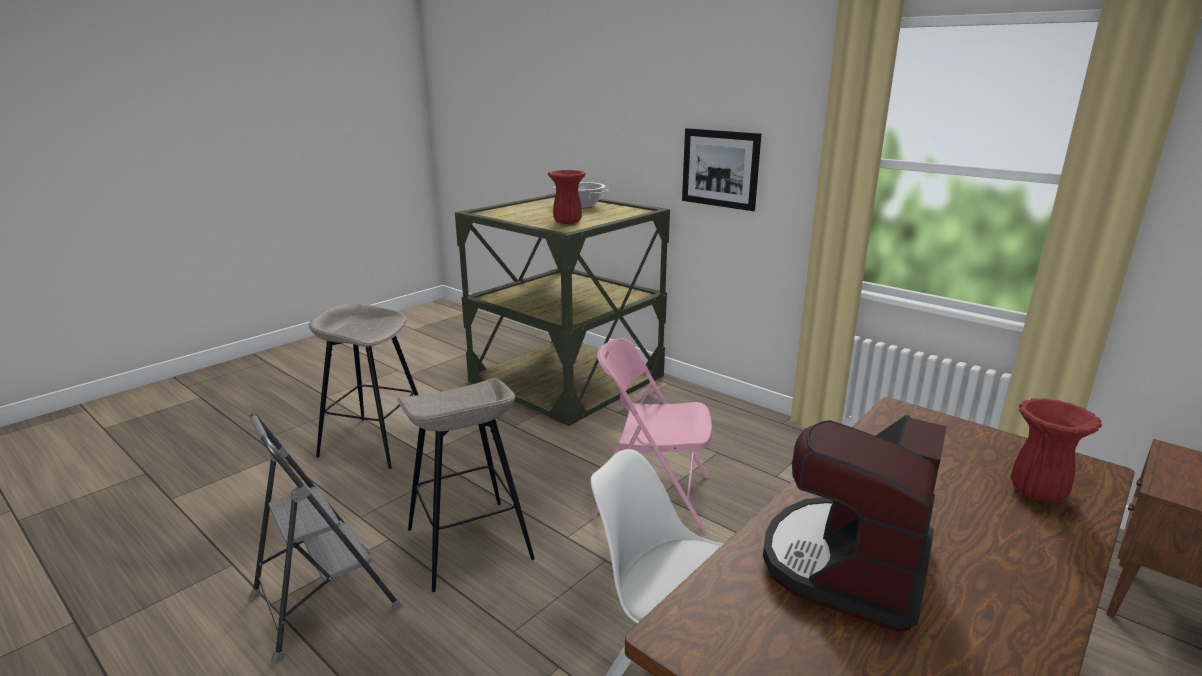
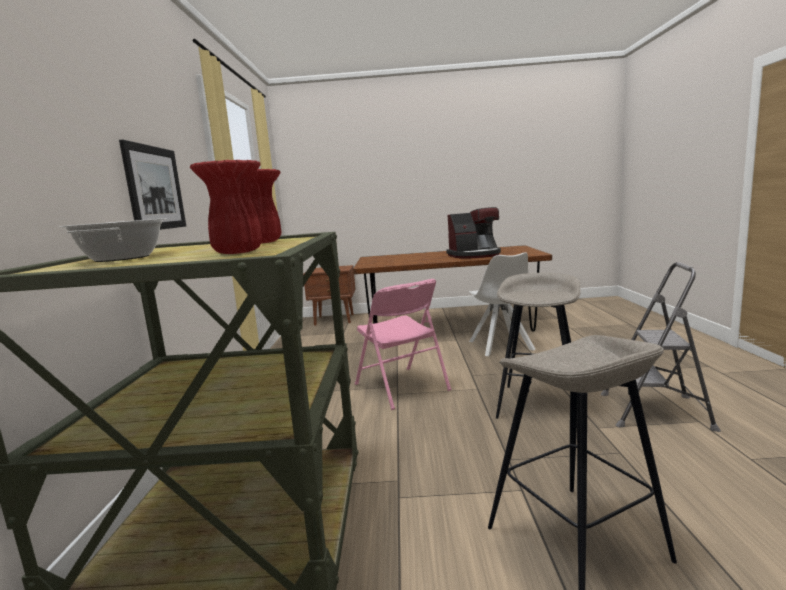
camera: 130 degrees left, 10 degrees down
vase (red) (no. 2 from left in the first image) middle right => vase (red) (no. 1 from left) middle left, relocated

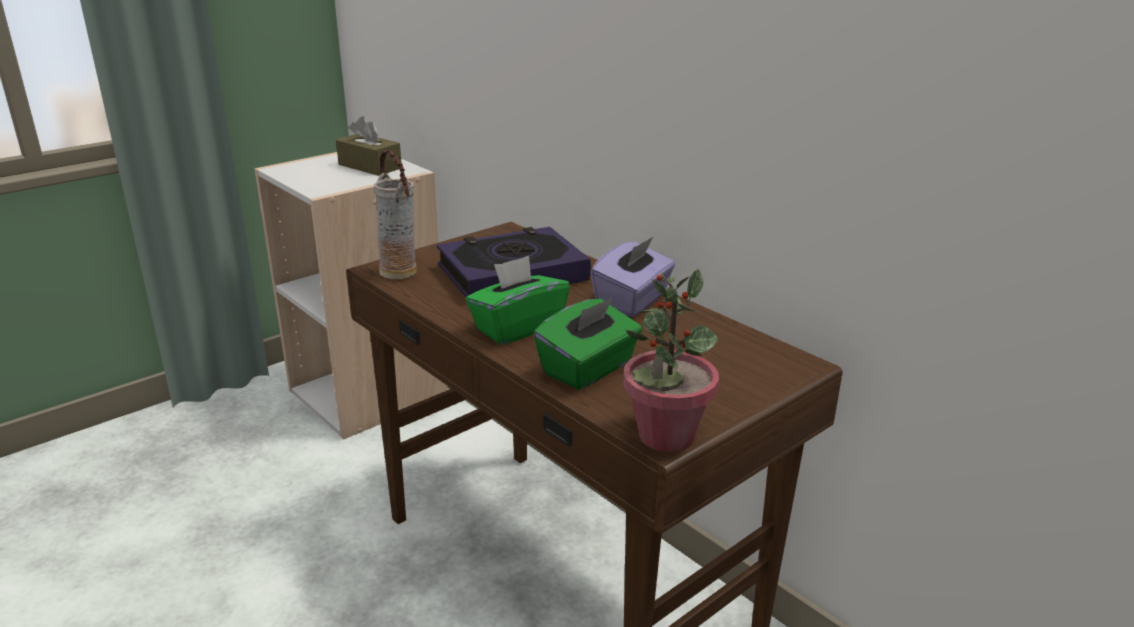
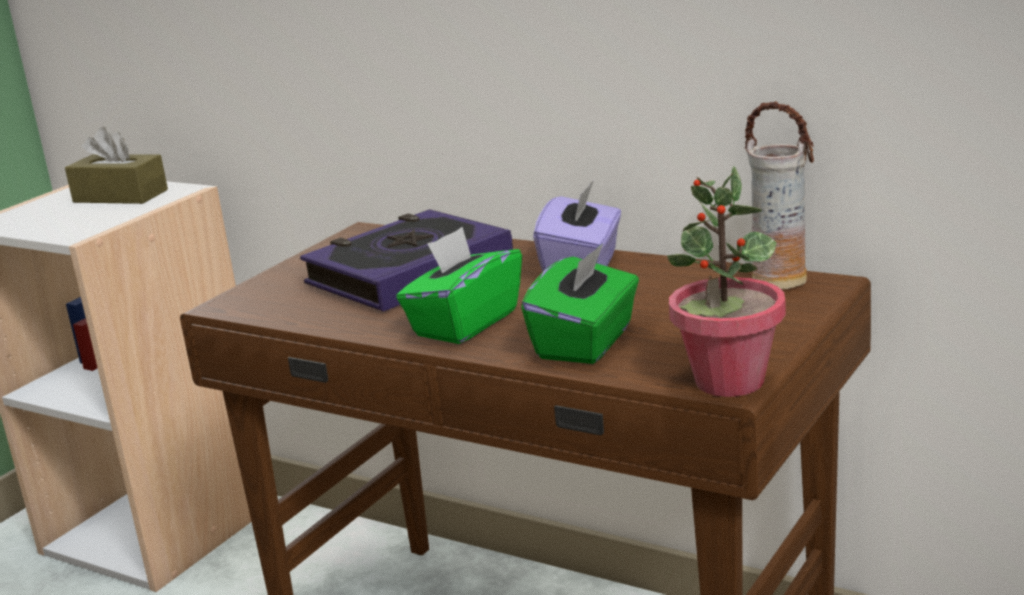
camera: 15 degrees left, 5 degrees down
vase centre => vase top right, relocated

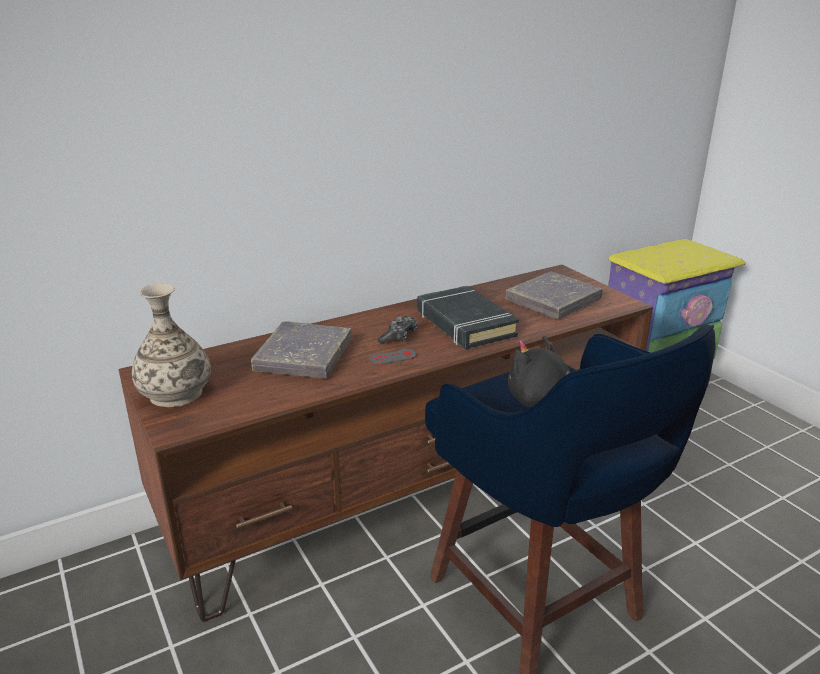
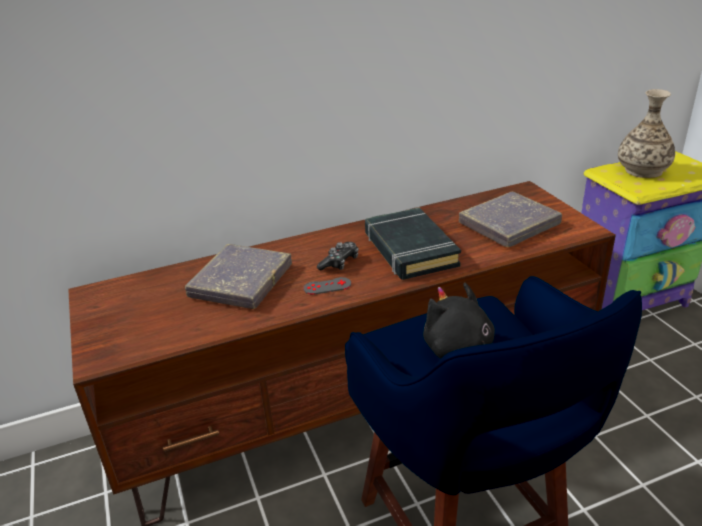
camera: 10 degrees right, 5 degrees up
vase middle left => vase top right, relocated

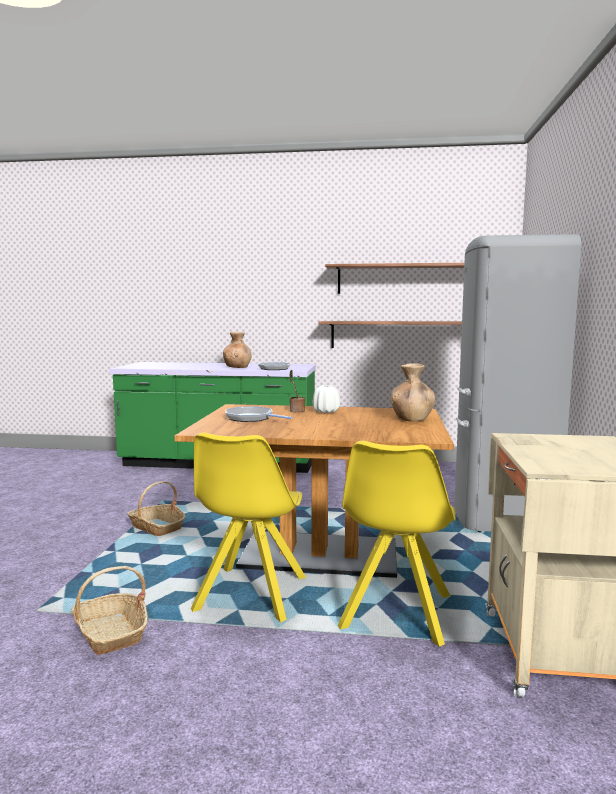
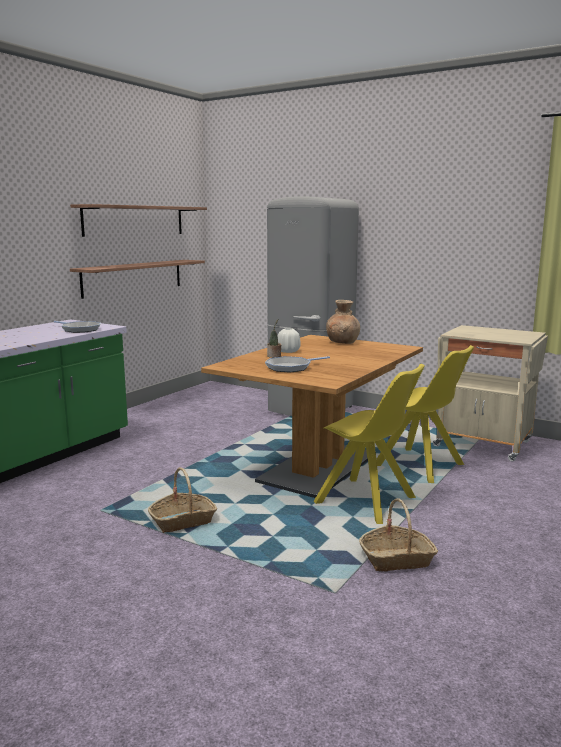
camera: 65 degrees left, 5 degrees up
vase (brown) (no. 1 from left) centre => nothing

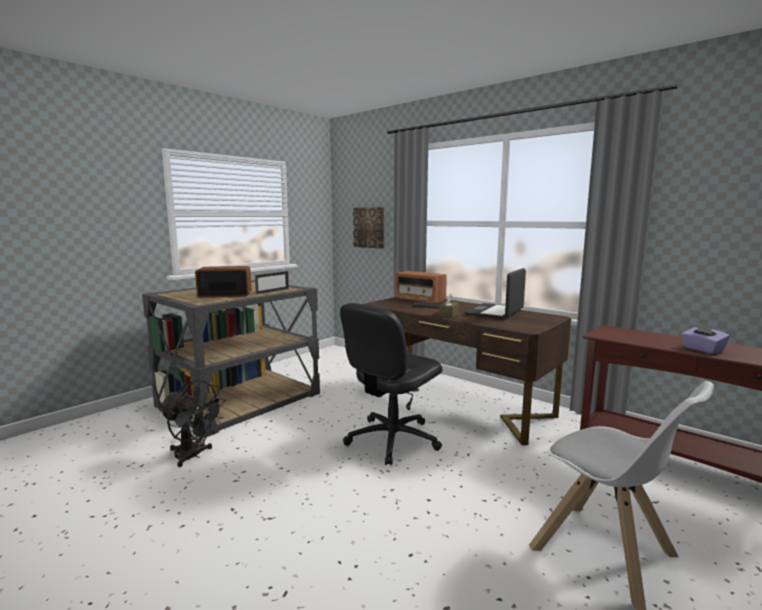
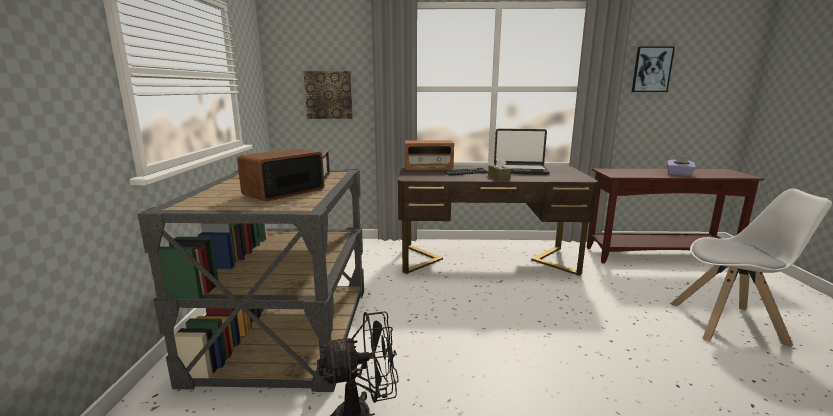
camera: 40 degrees left, 5 degrees up
laptop centre, 75 degrees counterclockwise
office chair (black) centre => nothing
nothing => picture (no. 2 from left) top right

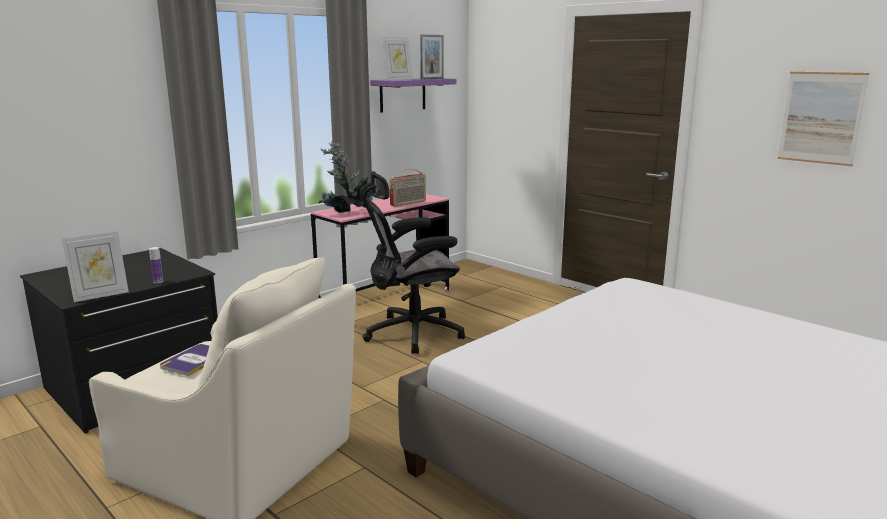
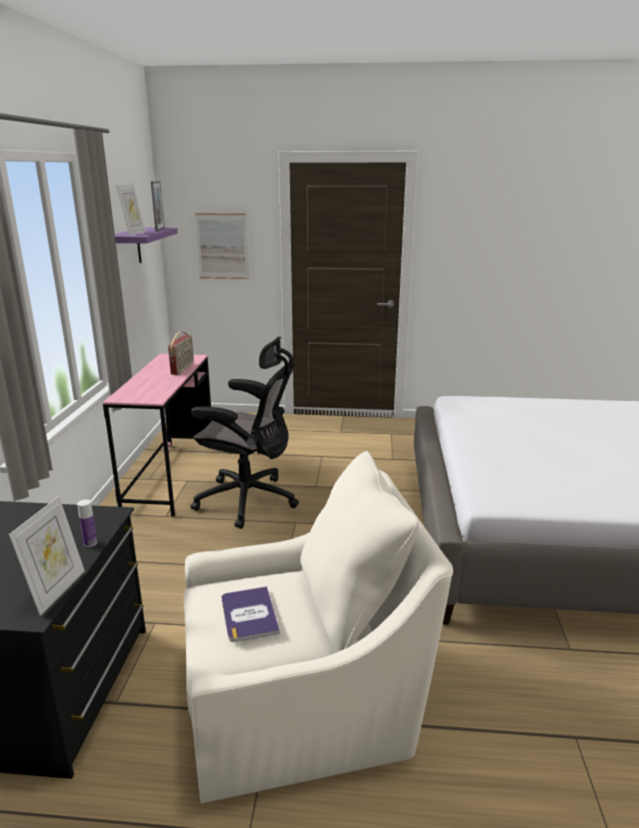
camera: 40 degrees left, 5 degrees up
picture top right => picture top centre, relocated
potted plant centre => nothing
office chair centre, 105 degrees counterclockwise

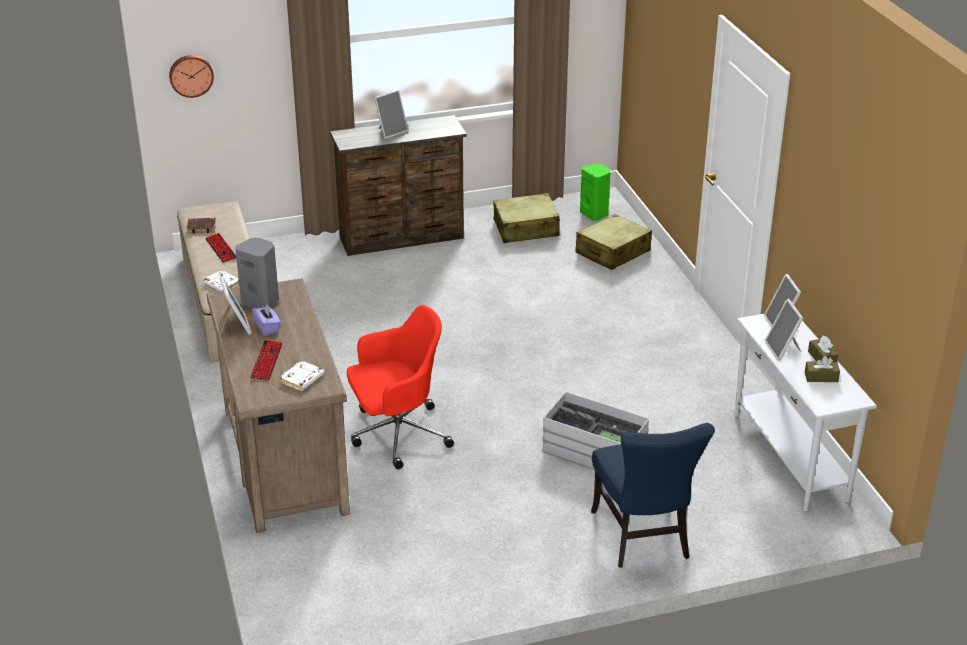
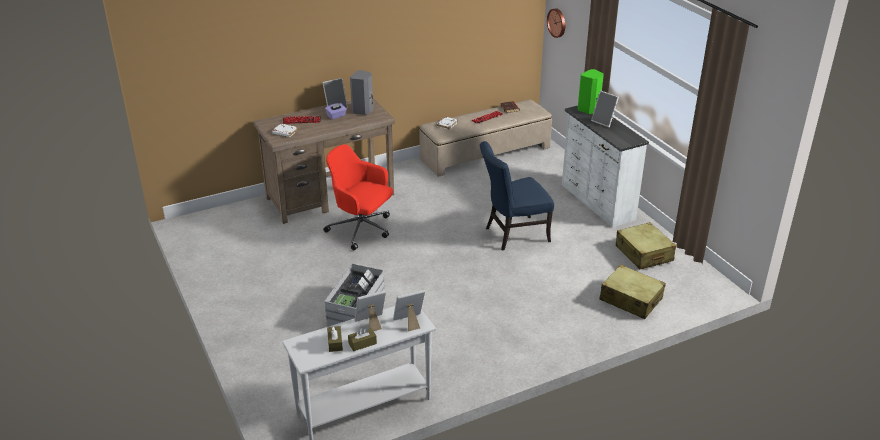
camera: 80 degrees right, 0 degrees up
dresser (brown) top centre => dresser (white) middle right
speaker (green) top centre => speaker (green) top right, relocated
office chair (red) centre, 150 degrees clockwise
chair (blue) bottom right => chair (blue) centre, relocated

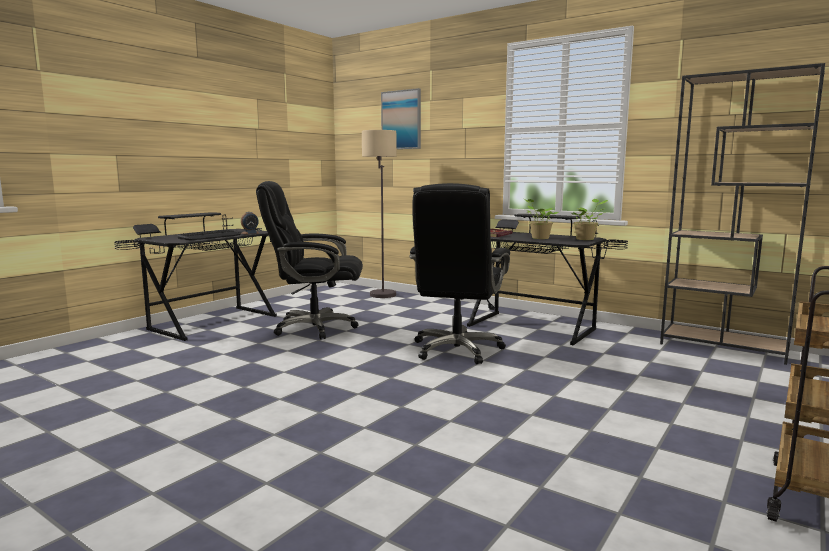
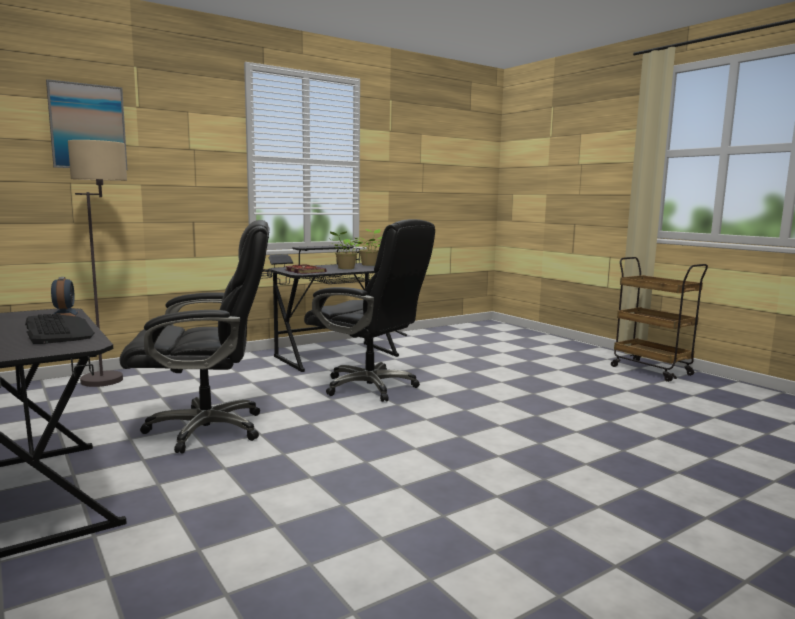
camera: 70 degrees left, 0 degrees up
bookcase middle right => nothing
office chair (black) (no. 1 from left) centre => office chair (black) (no. 1 from left) middle left, 120 degrees counterclockwise

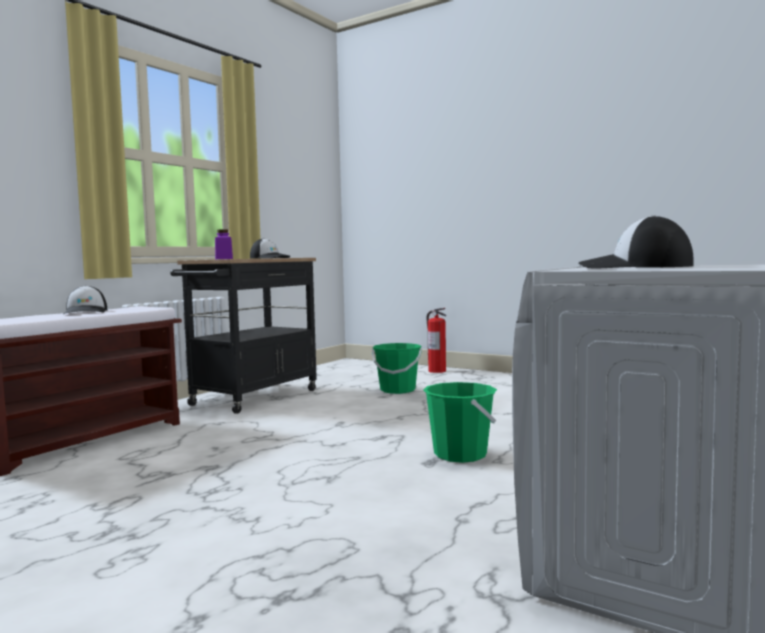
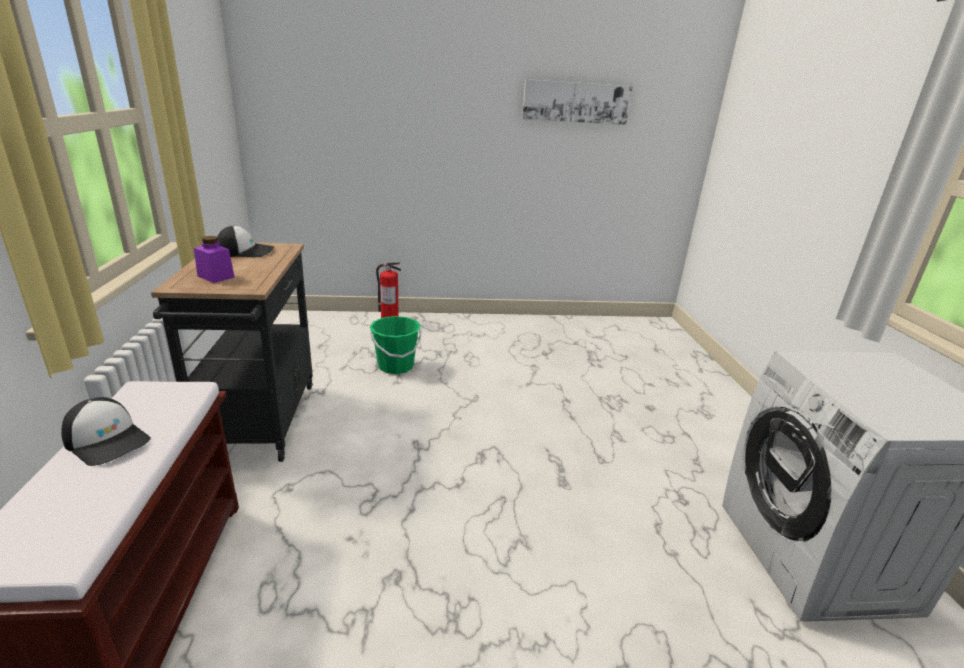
camera: 40 degrees left, 20 degrees up
cap (no. 3 from left) middle right => nothing
bucket (green) (no. 2 from left) bottom centre => nothing
nothing => picture top centre

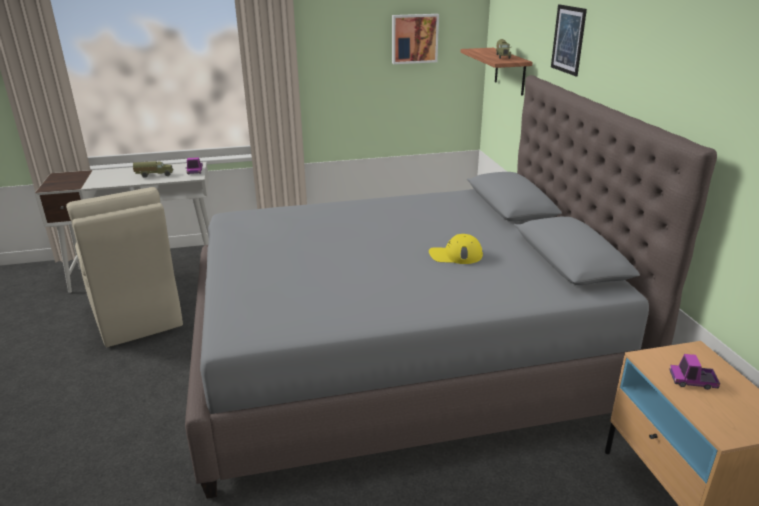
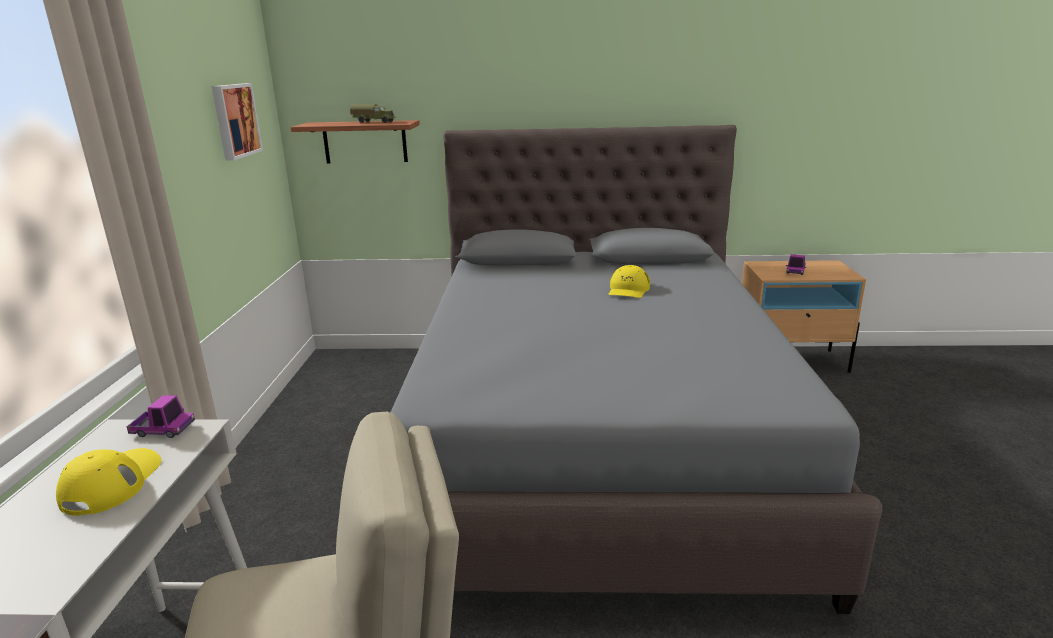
camera: 75 degrees left, 5 degrees down
picture (no. 2 from left) top right => nothing
toy truck (no. 1 from left) middle left => cap (yellow) (no. 1 from left) bottom left

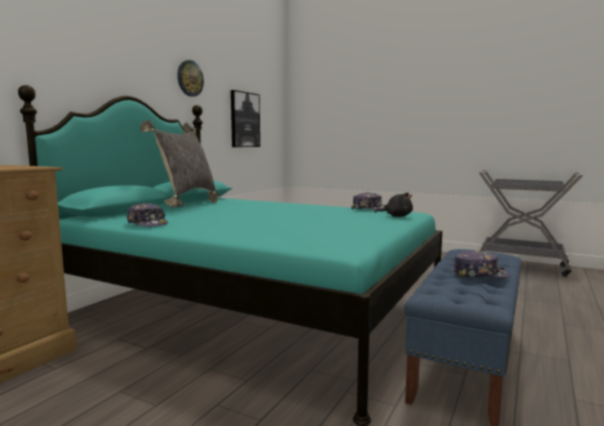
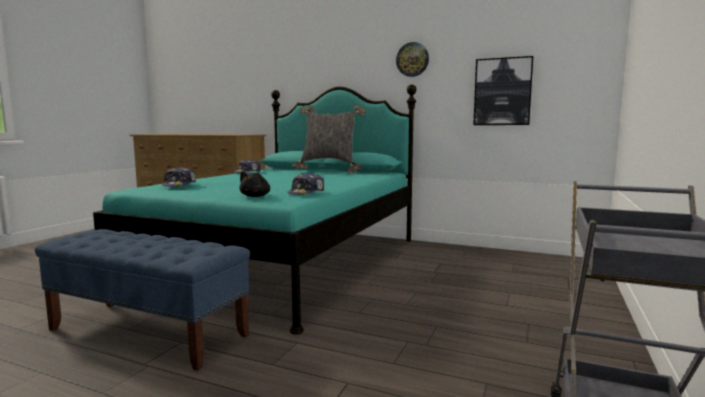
camera: 85 degrees right, 0 degrees up
cap (no. 3 from left in the first image) middle right => cap (no. 1 from left) middle left, relocated

